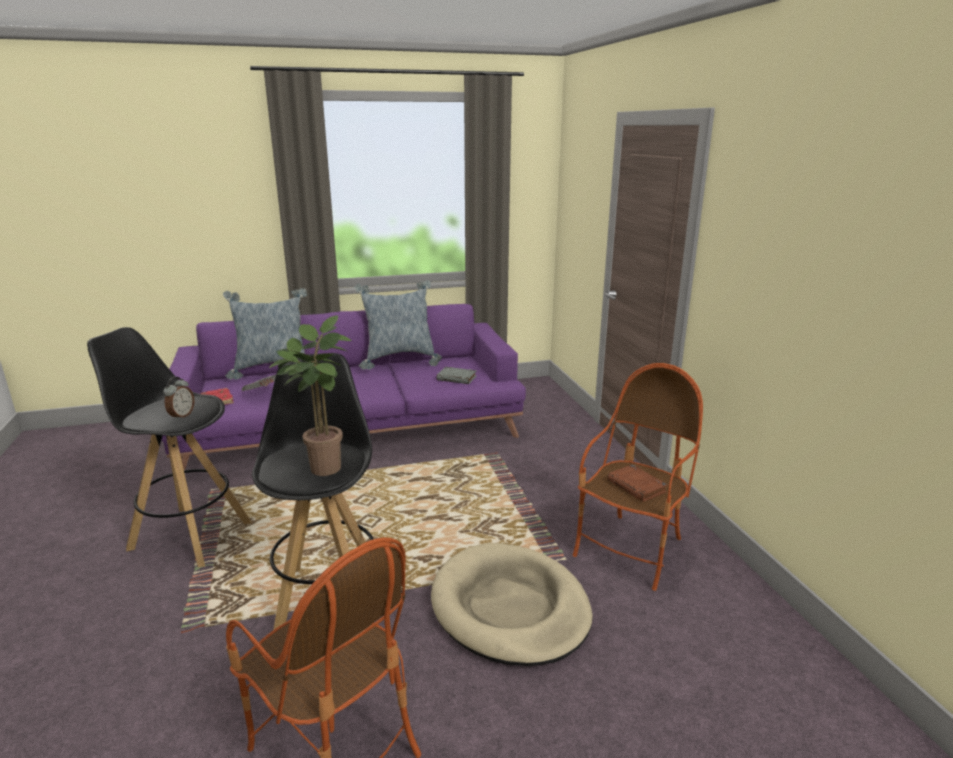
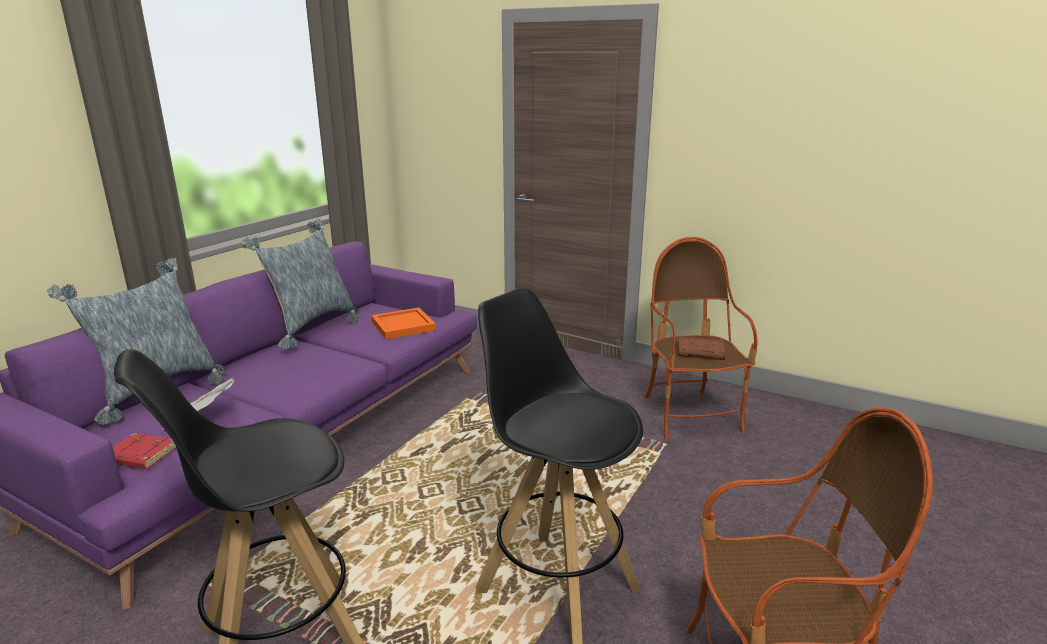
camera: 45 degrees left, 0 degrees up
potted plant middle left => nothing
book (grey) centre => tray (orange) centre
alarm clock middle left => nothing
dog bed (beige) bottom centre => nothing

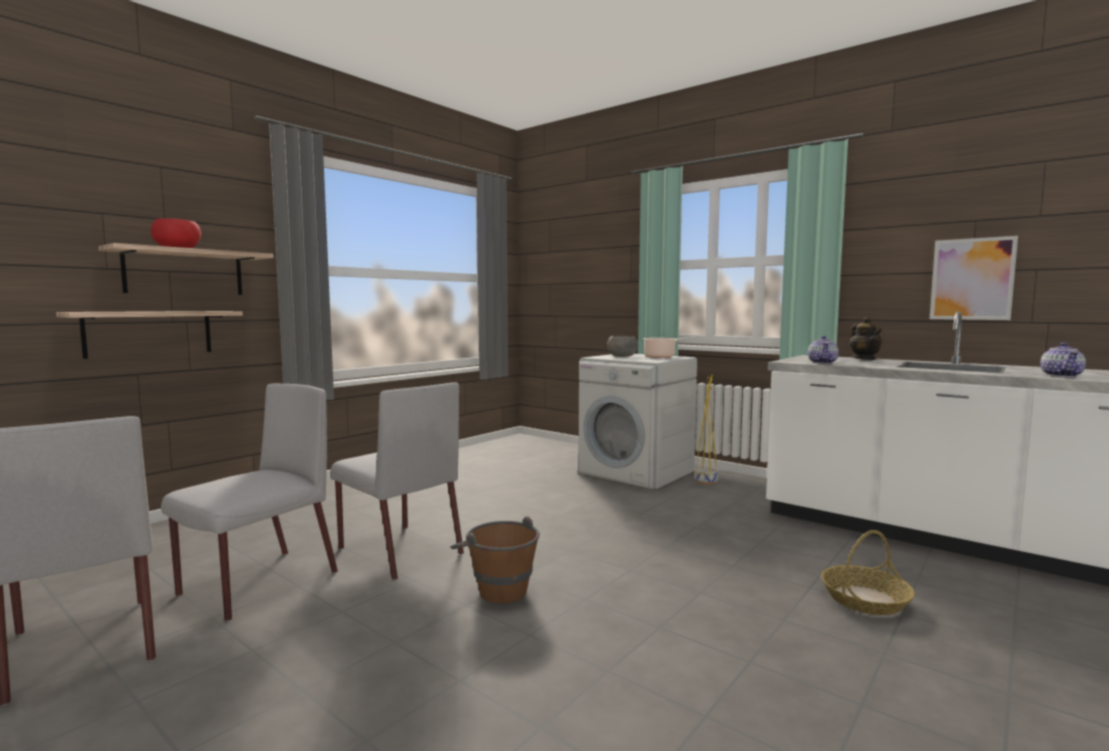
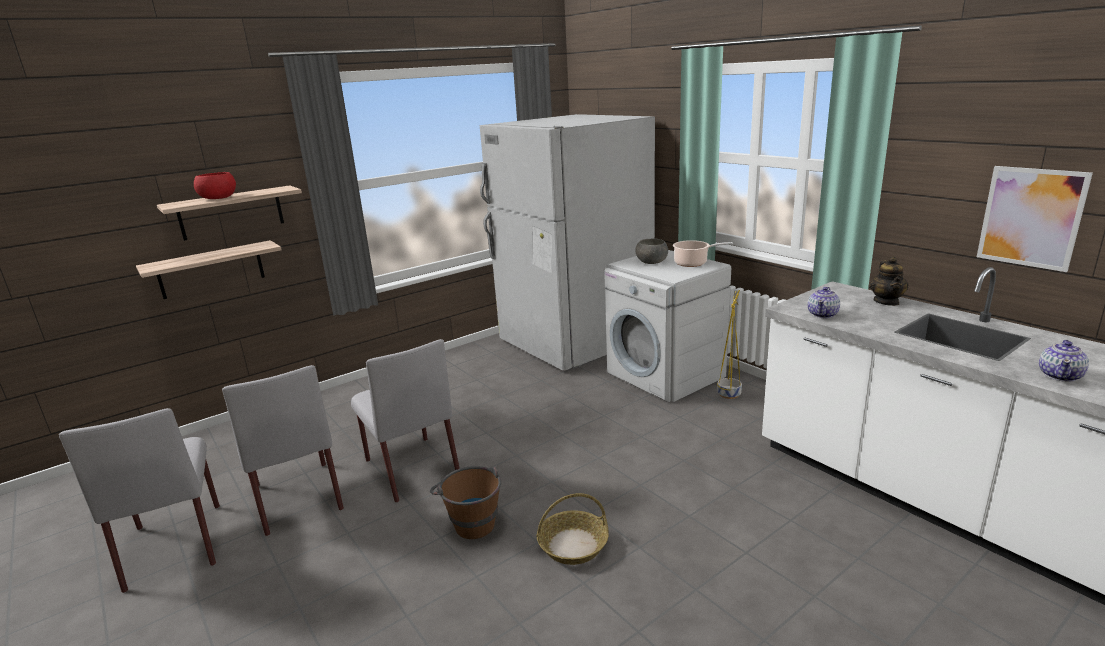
camera: 15 degrees right, 15 degrees up
chair (grey) (no. 2 from left) bottom left, 105 degrees clockwise
basket bottom right => basket bottom centre, relocated
nothing => fridge (white) centre

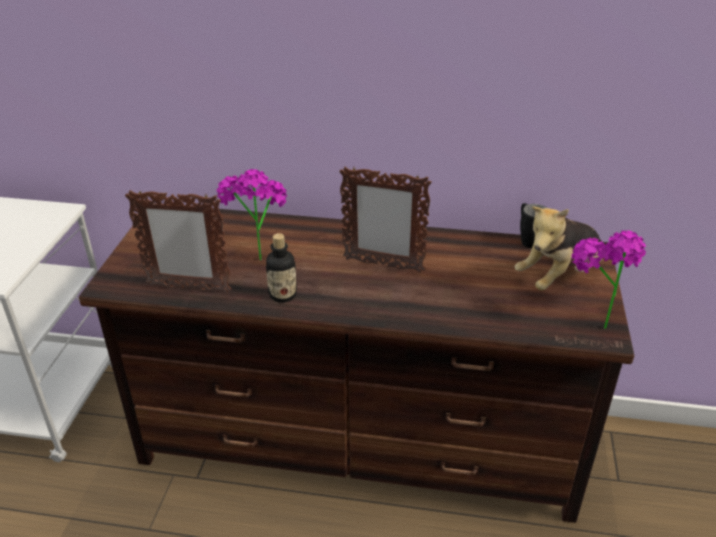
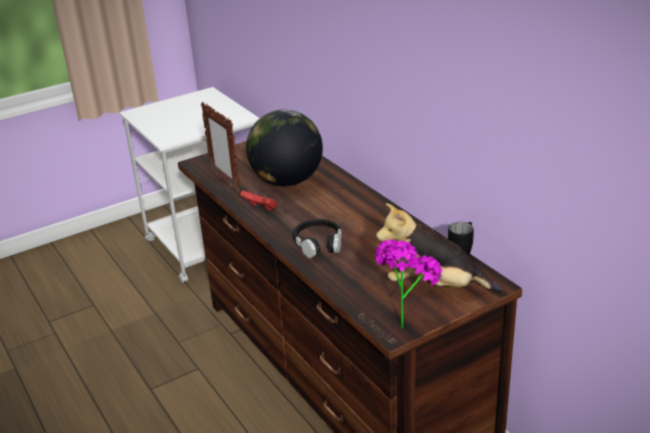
camera: 50 degrees right, 5 degrees down
picture frame (no. 2 from left) centre => nothing
potted plant (no. 1 from left) centre => globe centre
bottle centre => game controller (red) centre
nothing => headphones (black) centre

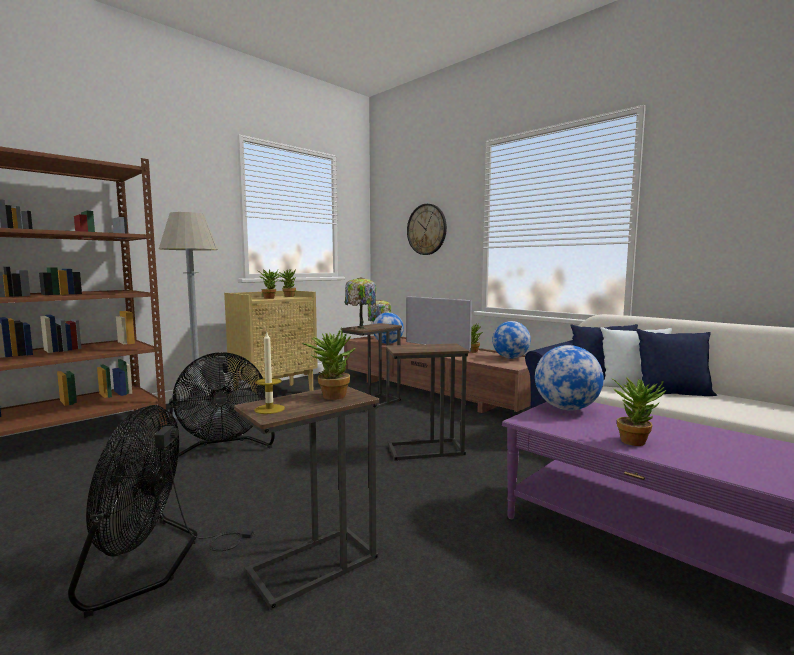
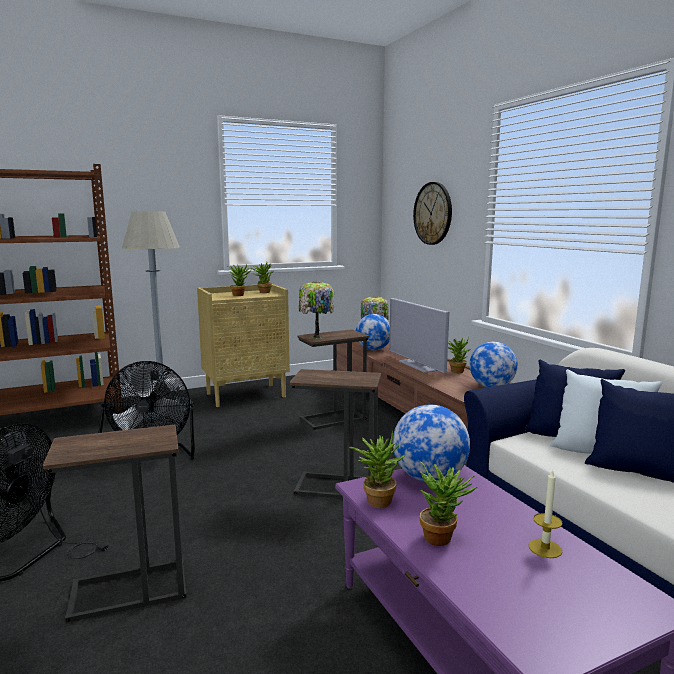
camera: 20 degrees right, 5 degrees up
potted plant (no. 3 from left) centre => potted plant (no. 3 from left) bottom centre, relocated
candle centre => candle bottom right, relocated

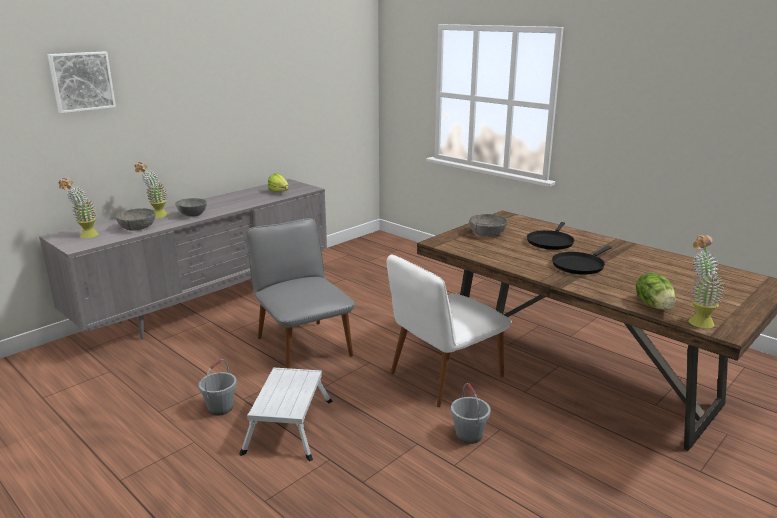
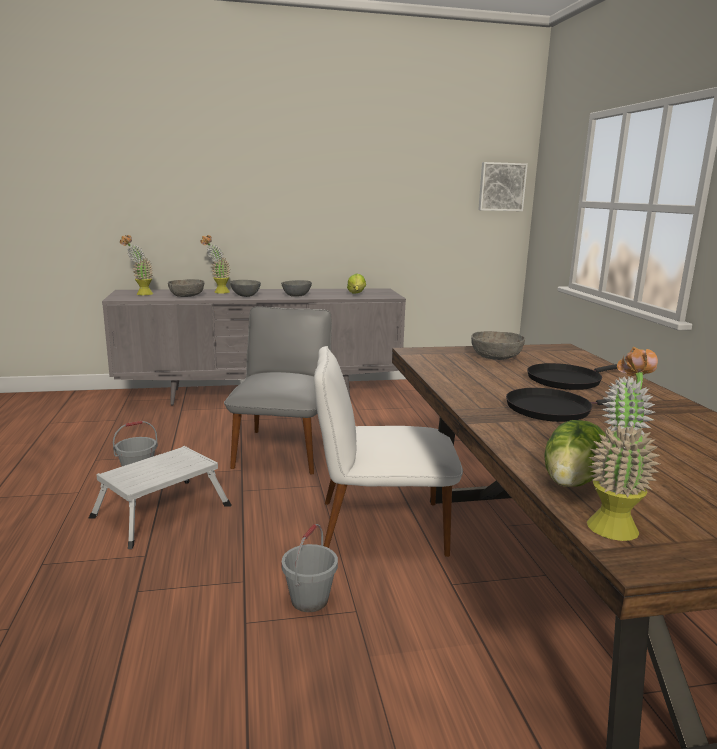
camera: 35 degrees right, 5 degrees down
picture top left => picture top right, relocated
nothing => bowl (grey) (no. 3 from left) centre

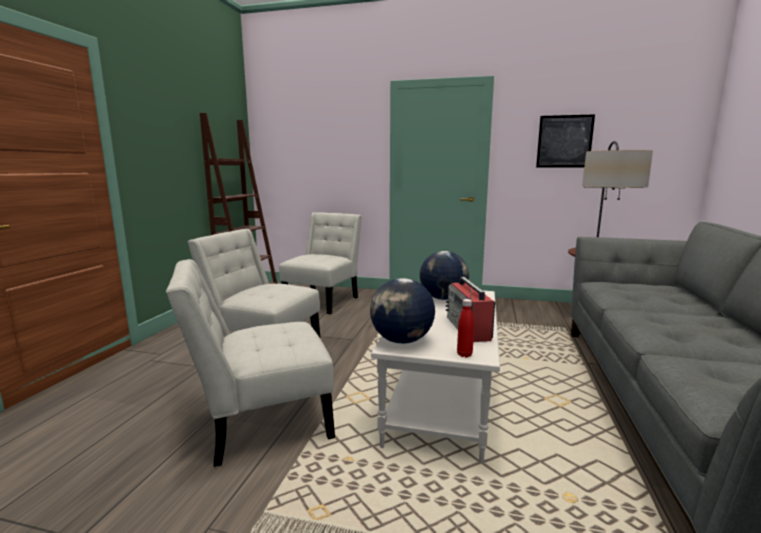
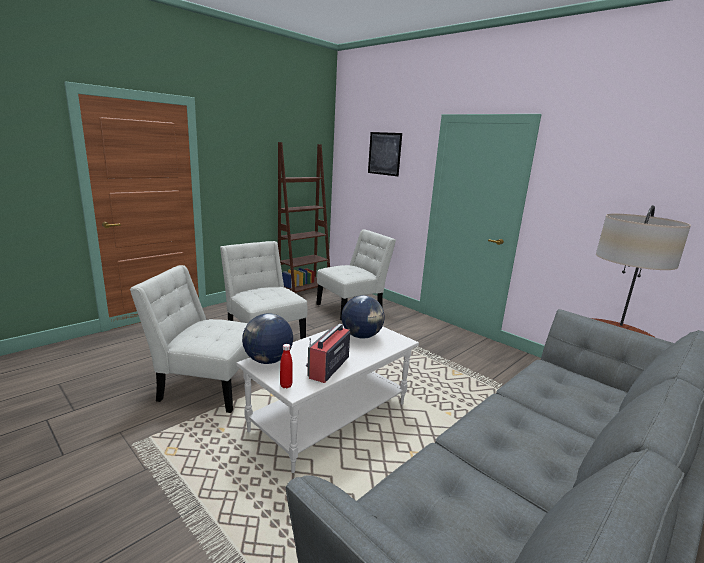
camera: 30 degrees right, 5 degrees up
picture top right => picture top centre, relocated

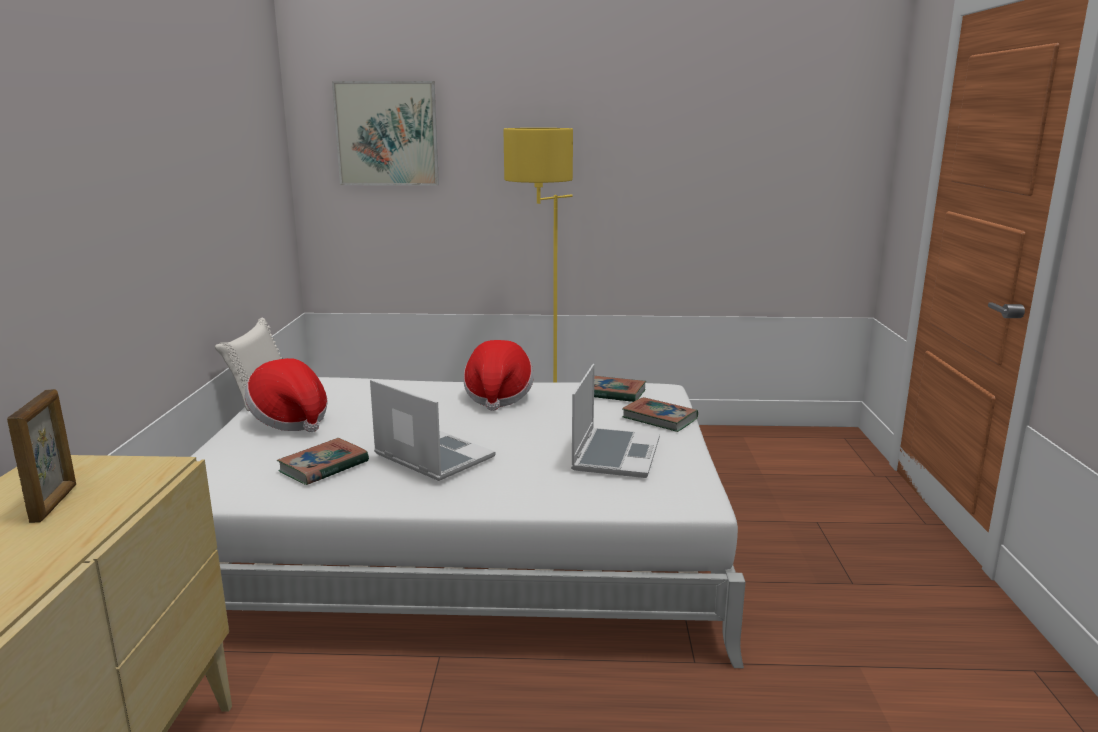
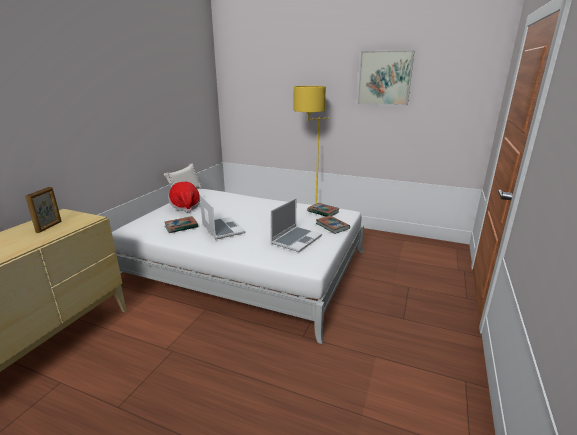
camera: 20 degrees right, 5 degrees up
picture top centre => picture top right, relocated
hat (no. 2 from left) centre => nothing

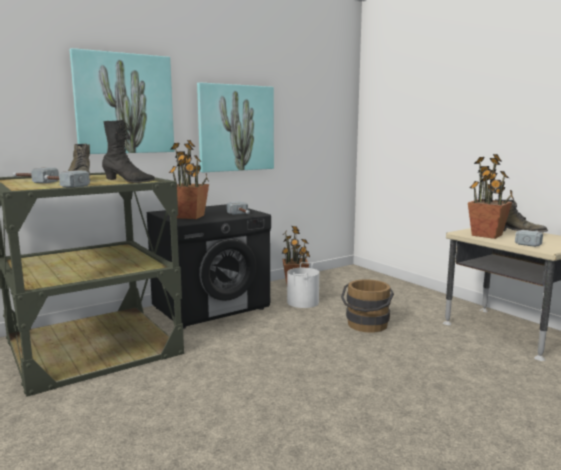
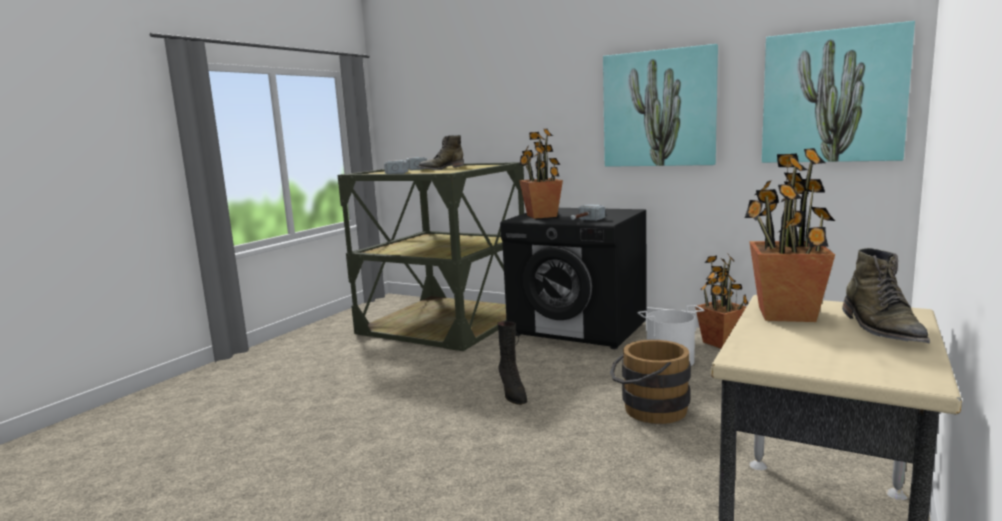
camera: 65 degrees right, 0 degrees up
picture (no. 1 from left in the first image) top left => picture (no. 2 from left) top right, relocated
boot (black) top left => boot (black) bottom centre, relocated
hammer (no. 4 from left) middle right => nothing

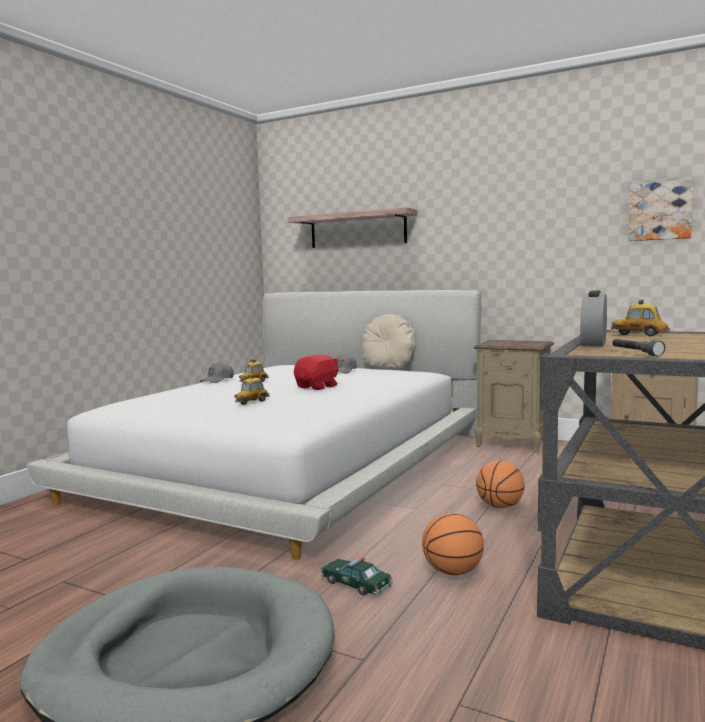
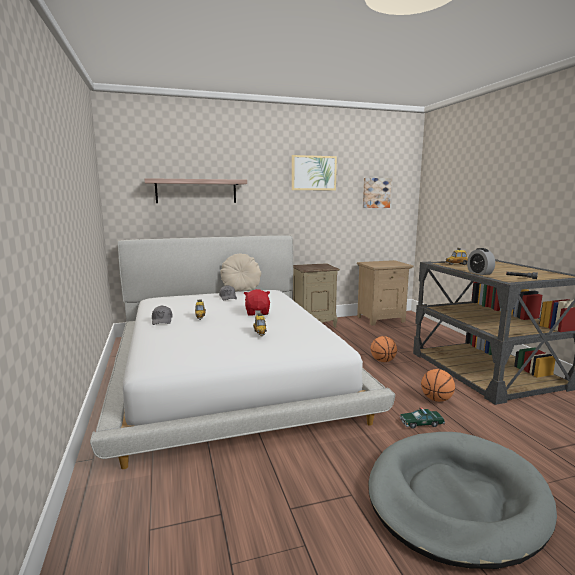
camera: 45 degrees left, 5 degrees up
nothing => picture (no. 1 from left) top centre

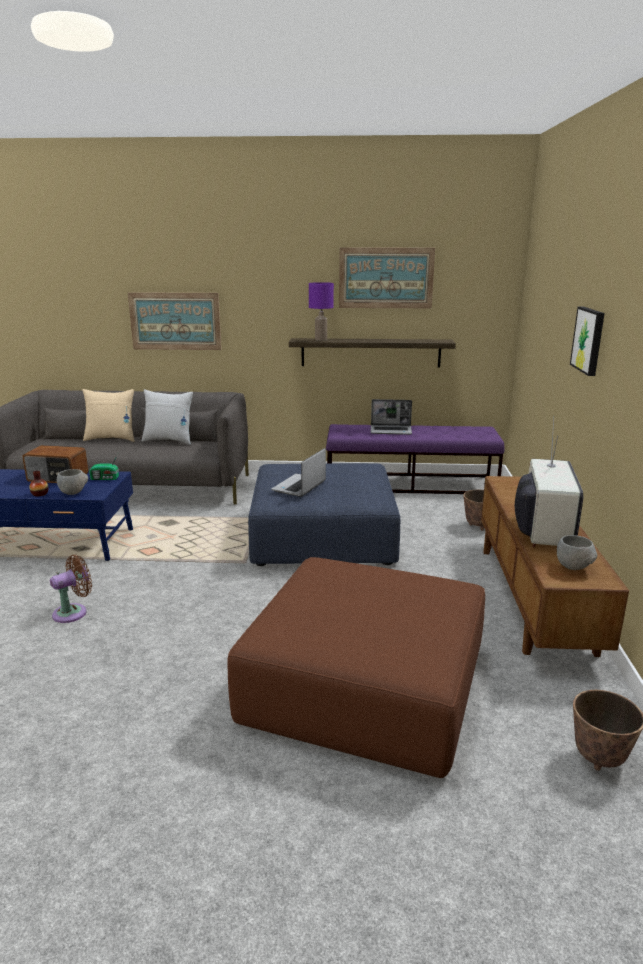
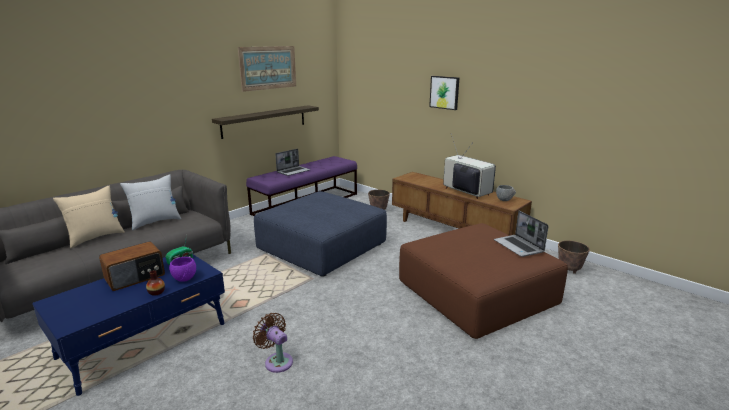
camera: 50 degrees left, 0 degrees up
table lamp (purple) top centre => nothing
picture (no. 1 from left) top left => nothing
laptop (no. 1 from left in the first image) centre => laptop (no. 2 from left) middle right, relocated
bowl (grey) (no. 1 from left) middle left => bowl (purple) middle left
fan (brown) middle left => fan (brown) bottom centre, 45 degrees counterclockwise

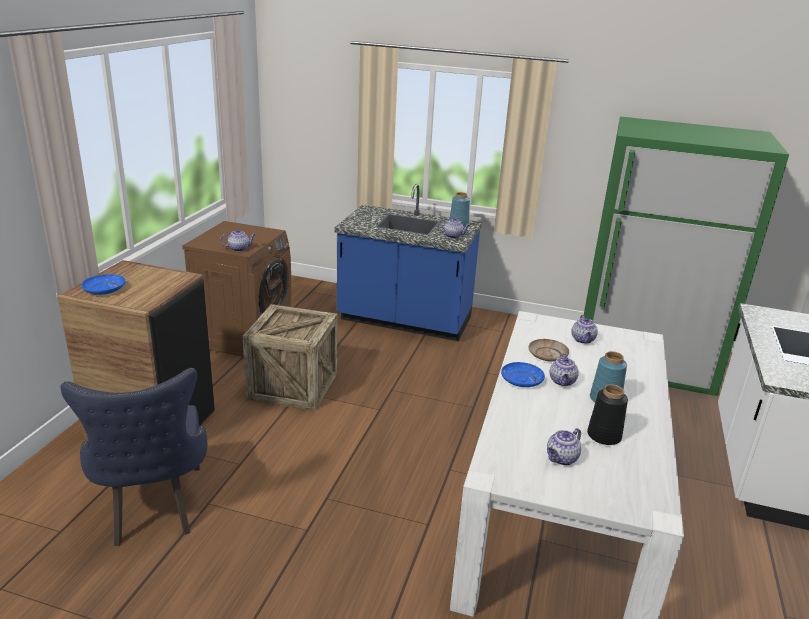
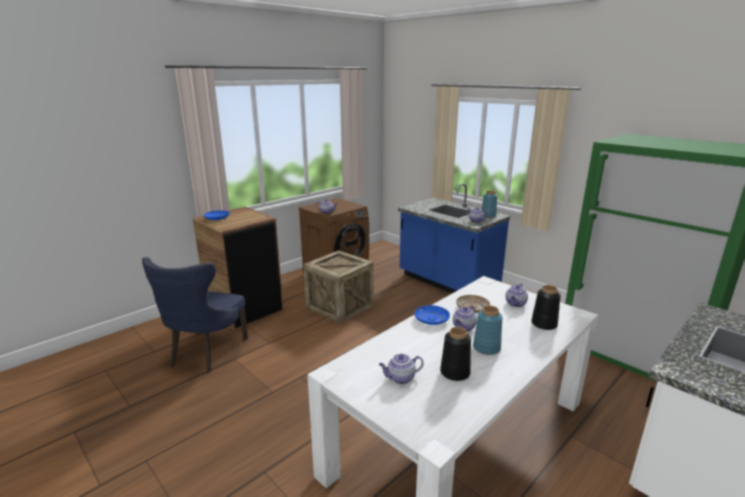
camera: 30 degrees right, 5 degrees down
nothing => vase (black) (no. 2 from left) middle right

